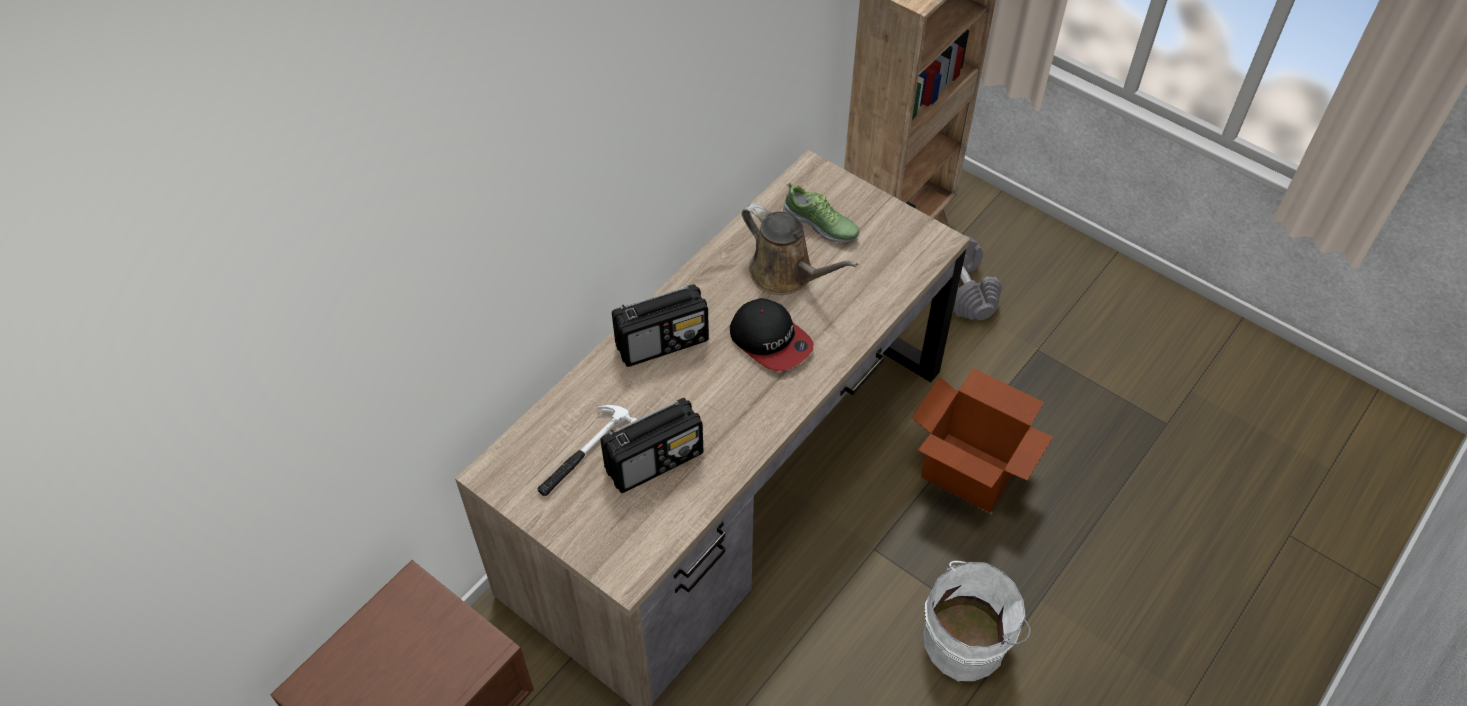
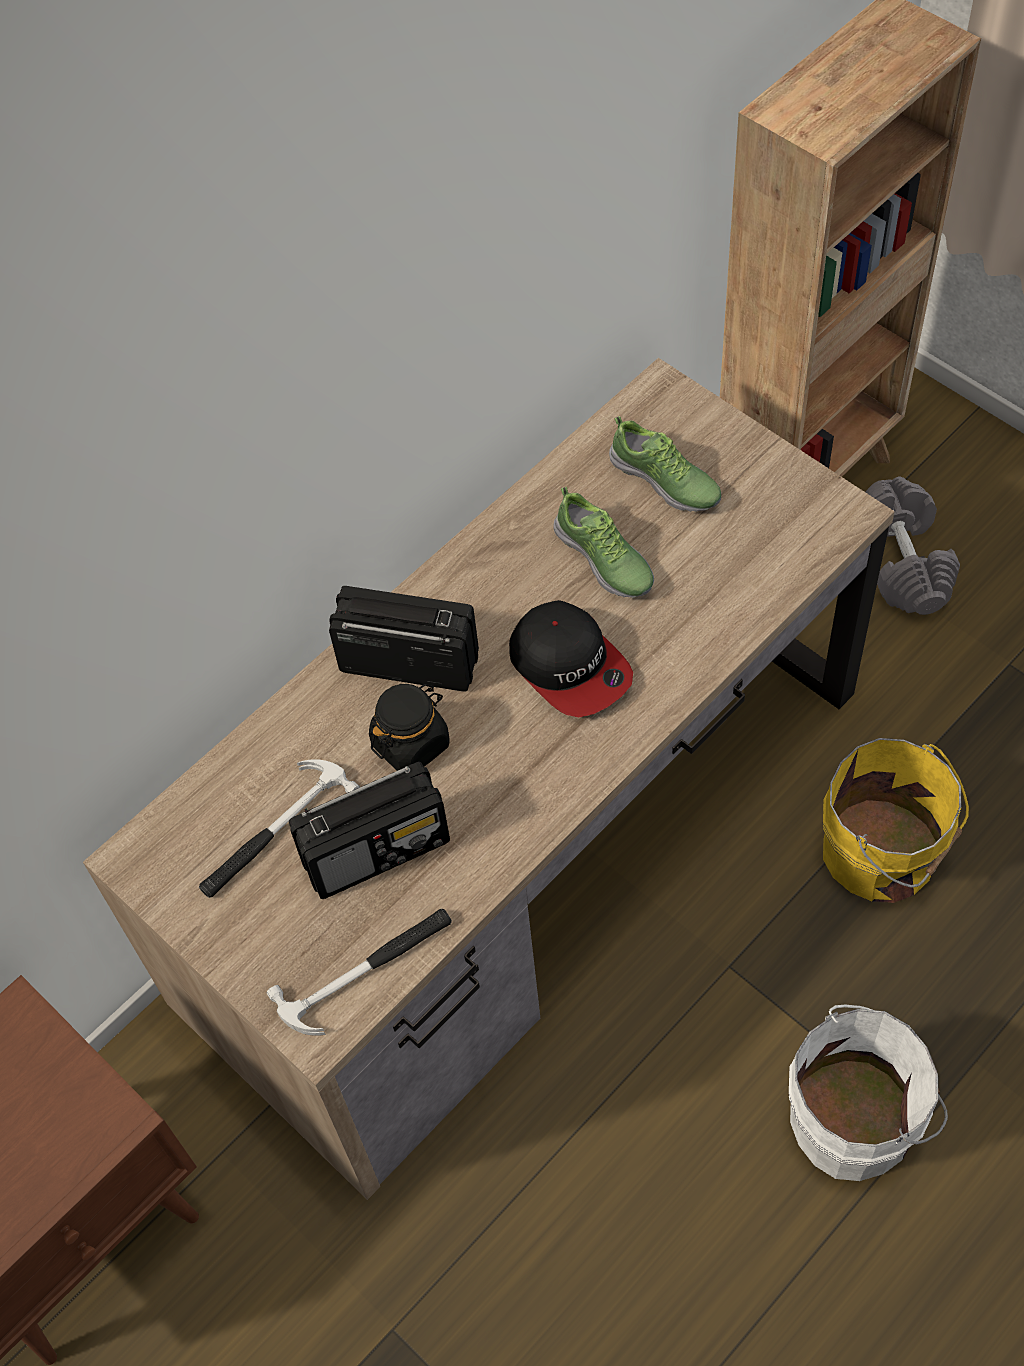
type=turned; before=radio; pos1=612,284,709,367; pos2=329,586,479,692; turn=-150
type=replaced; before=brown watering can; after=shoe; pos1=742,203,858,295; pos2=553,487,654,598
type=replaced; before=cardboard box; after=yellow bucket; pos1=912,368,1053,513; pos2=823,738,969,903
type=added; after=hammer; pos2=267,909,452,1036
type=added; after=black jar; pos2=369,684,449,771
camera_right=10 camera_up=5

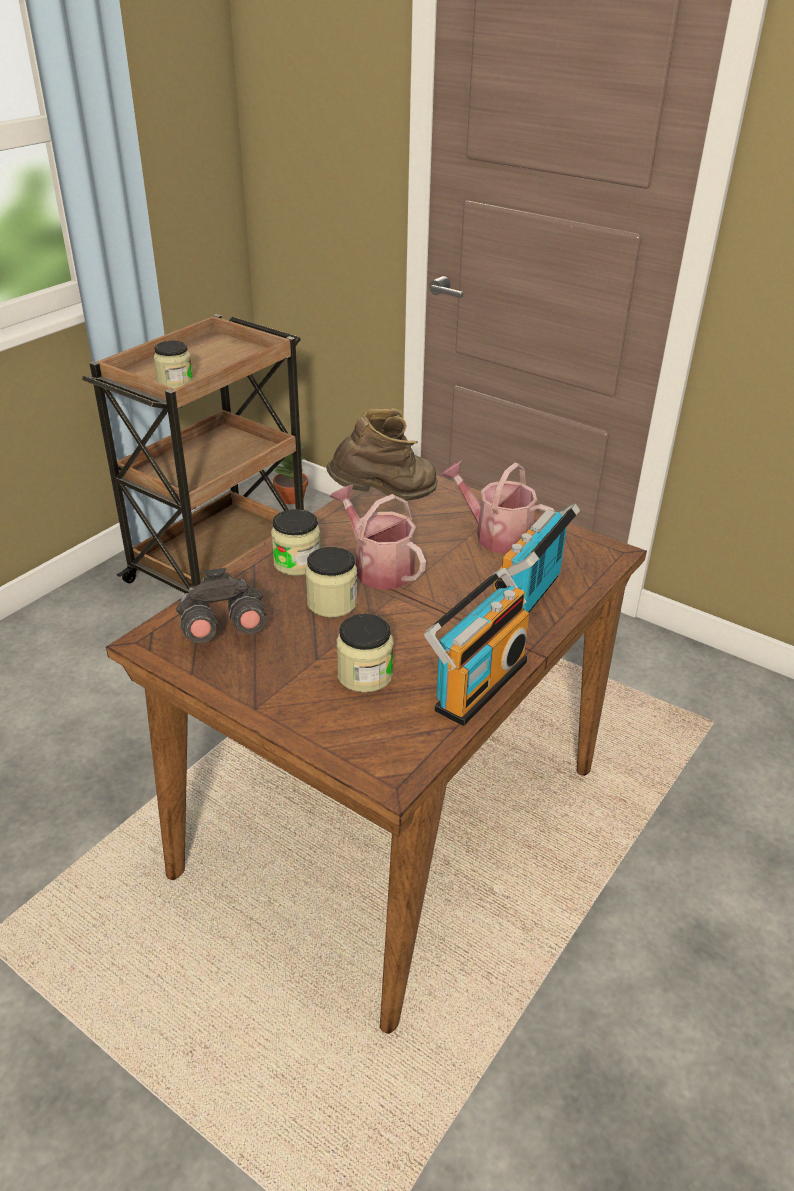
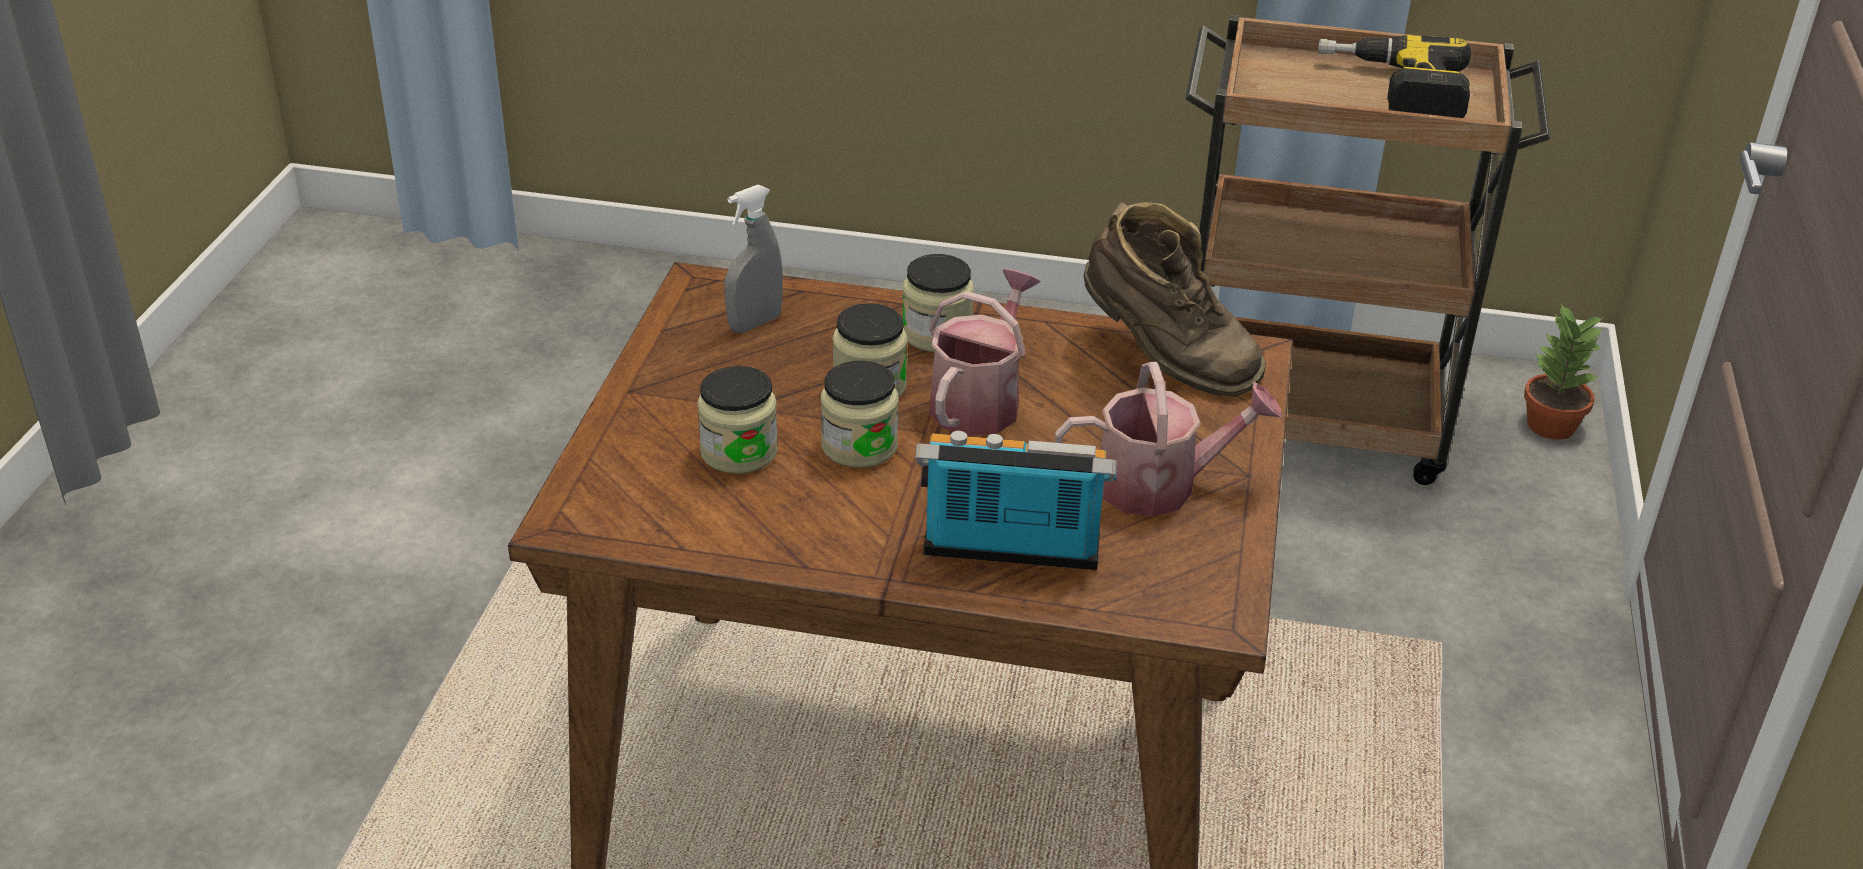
type=moved; before=jar; pos1=154,341,193,389; pos2=821,361,898,468
type=replaced; before=grey binoculars; after=grey spray bottle; pos1=176,568,267,643; pos2=724,185,783,333
type=removed; before=radio; pos1=424,568,529,726
type=turned; before=watering can; pos1=440,461,554,554; pos2=1055,362,1282,517; turn=75
type=added; after=power drill; pos2=1318,35,1471,118
camera_right=65 camera_up=0

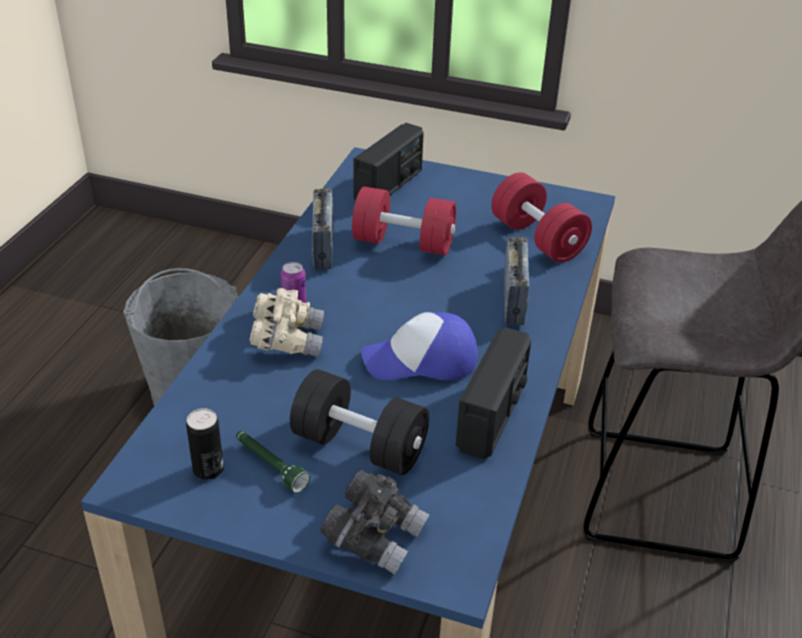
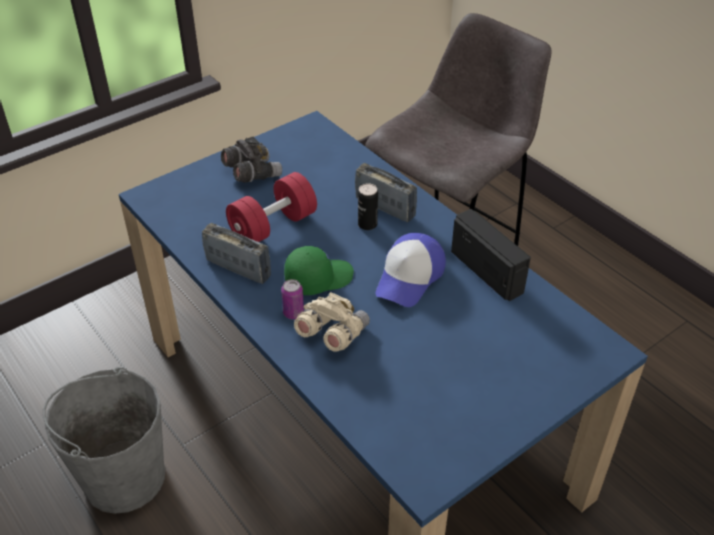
type=moved; before=can; pos1=186,408,224,480; pos2=358,183,378,230
type=removed; before=green flashlight; pos1=236,431,310,493
type=removed; before=black dumbbell; pos1=290,369,429,475
type=moved; before=grey binoculars; pos1=320,470,429,575; pos2=221,137,282,183
type=removed; before=radio; pos1=353,123,424,200
type=removed; before=red dumbbell; pos1=491,172,592,262
type=added; after=green cap; pos2=284,246,354,295
camera_right=-55 camera_up=5

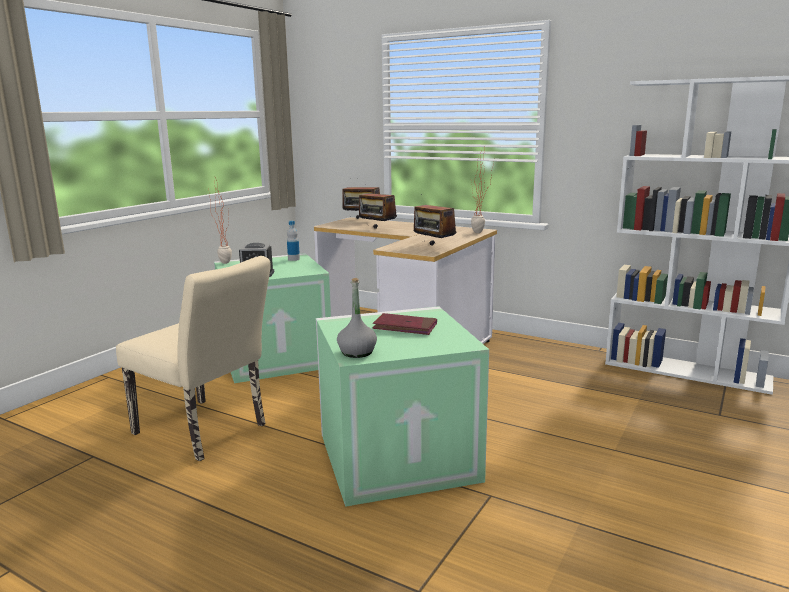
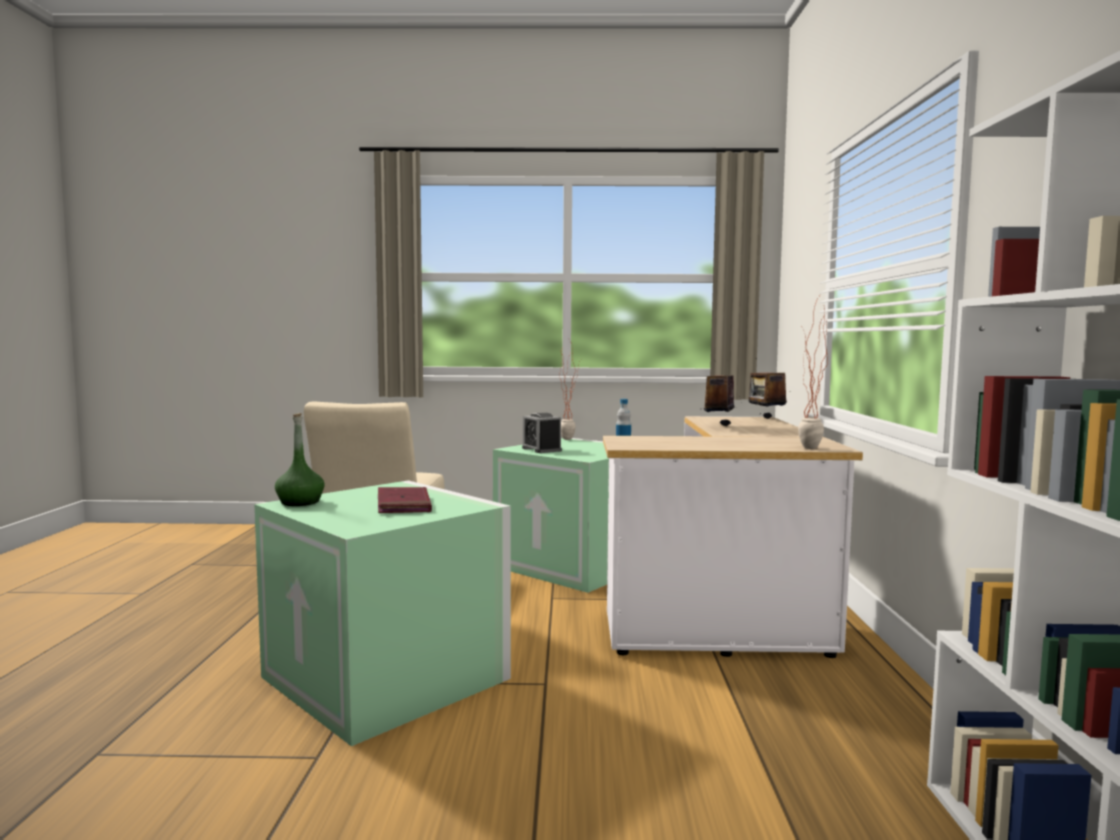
type=recoloured; before=grey bottle; after=green bottle; pos1=337,278,377,358; pos2=275,413,325,506
type=removed; before=radio; pos1=414,194,456,246
camera_right=60 camera_up=-10

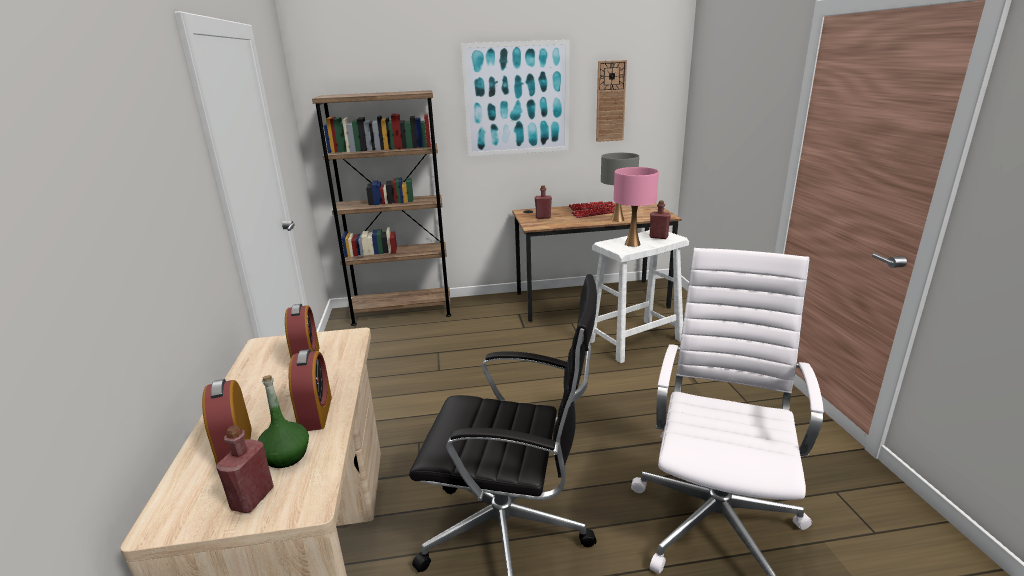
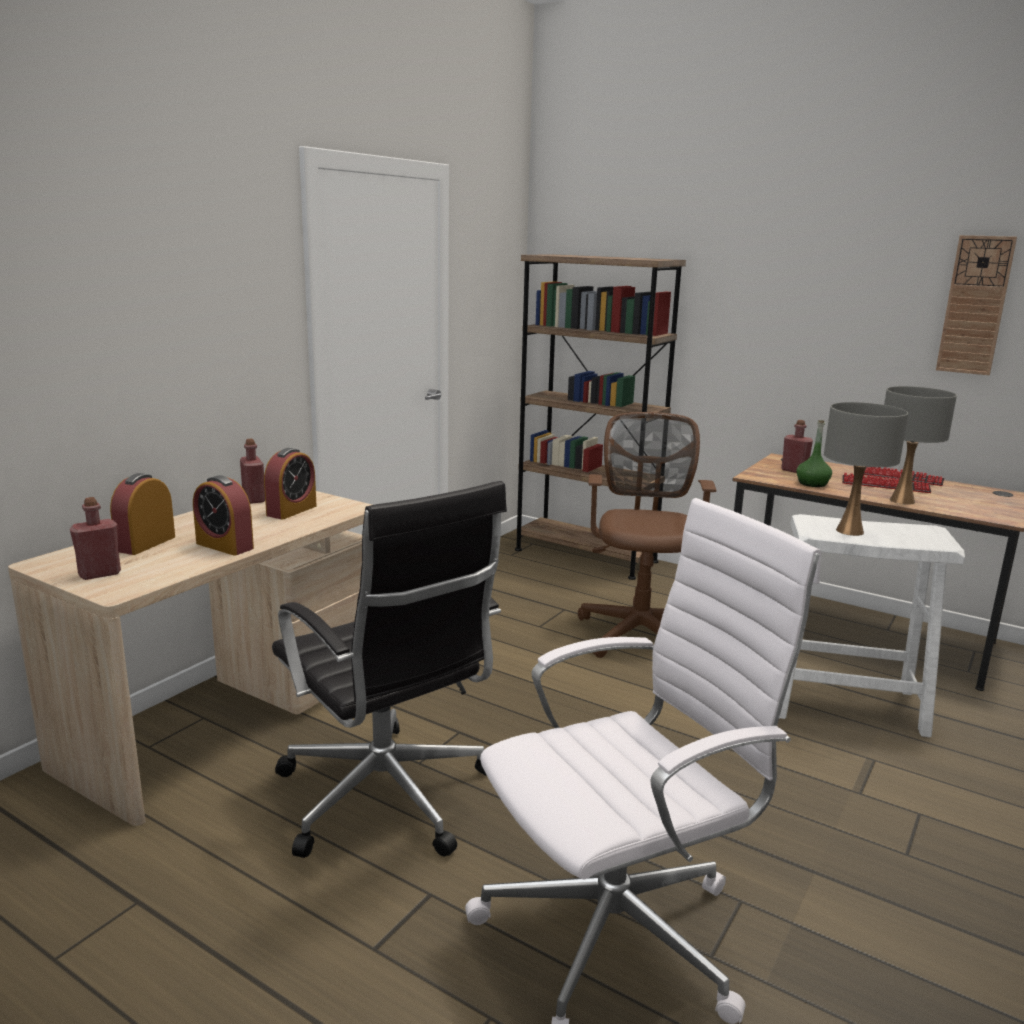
type=moved; before=green bottle; pos1=258,375,309,468; pos2=796,420,832,487
type=turned; before=alarm clock; pos1=289,349,332,431; pos2=193,475,254,556; turn=90
type=removed; before=picture; pos1=461,40,569,156
type=recoloured; before=pink table lamp; after=grey table lamp; pos1=614,167,659,247; pos2=824,402,908,536
type=moved; before=red bottle; pos1=650,201,671,239; pos2=240,439,265,504
type=added; after=brown office chair; pos2=578,412,717,658
camera_right=40 camera_up=-5

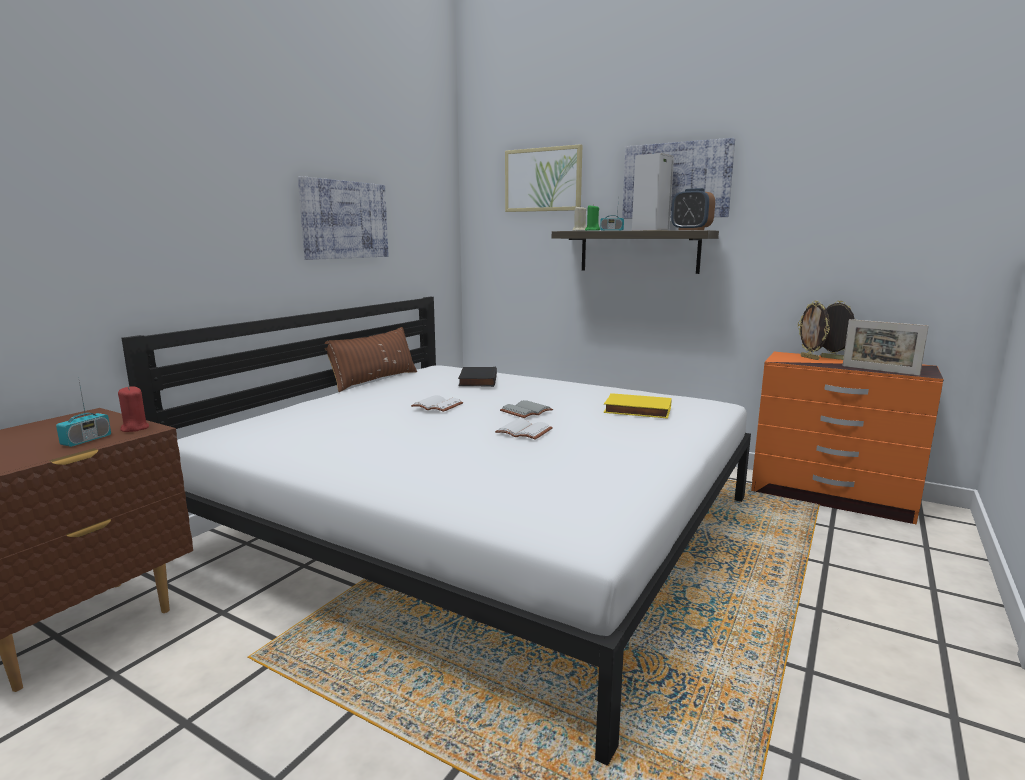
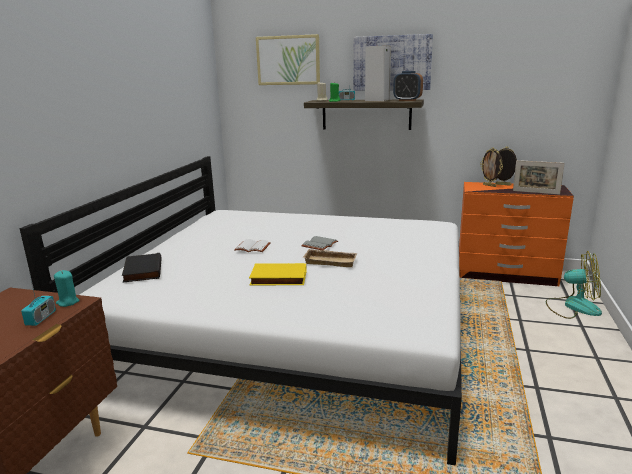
type=recoloured; before=red candle; after=turquoise candle; pos1=118,386,149,432; pos2=54,270,80,307
type=removed; before=picture; pos1=298,176,389,260
type=removed; before=brown pillow; pos1=325,327,417,392
type=moved; before=black book; pos1=458,367,497,387; pos2=122,253,161,283
type=replaced; before=white book; after=beige tray; pos1=495,419,553,440; pos2=303,249,357,267
type=moved; before=yellow book; pos1=604,393,672,419; pos2=249,263,307,285
type=added; after=fan; pos2=546,251,602,319
camera_right=-15 camera_up=5

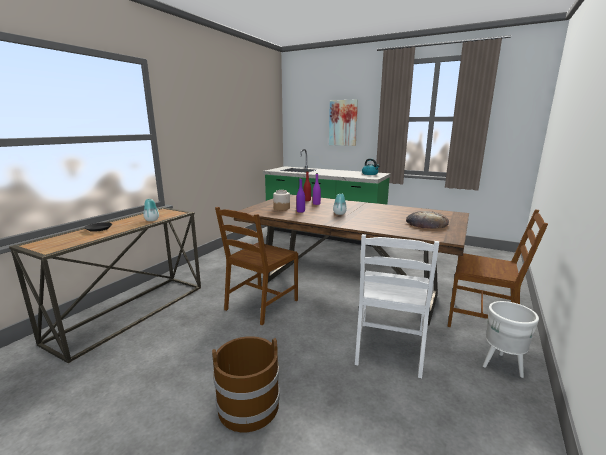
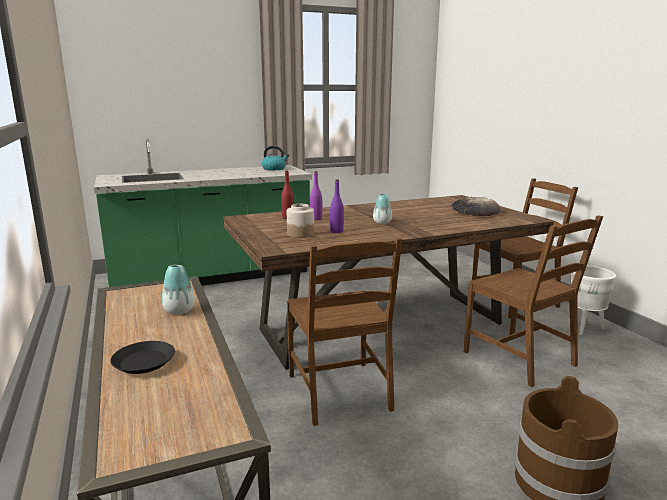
type=removed; before=picture; pos1=329,99,358,146
type=recoloured; before=white chair; after=brown chair; pos1=355,234,439,378; pos2=464,215,603,387
camera_right=-50 camera_up=0

